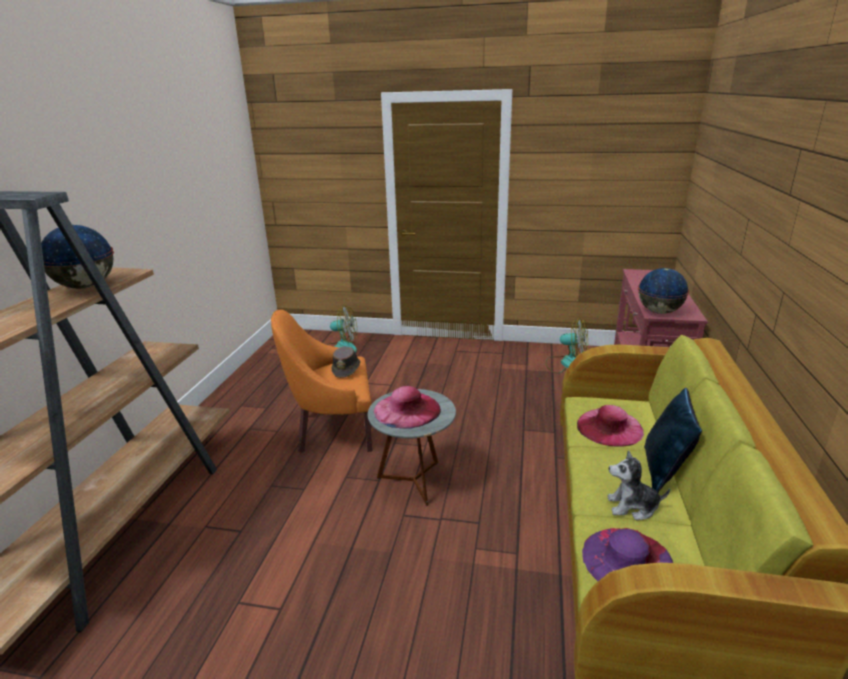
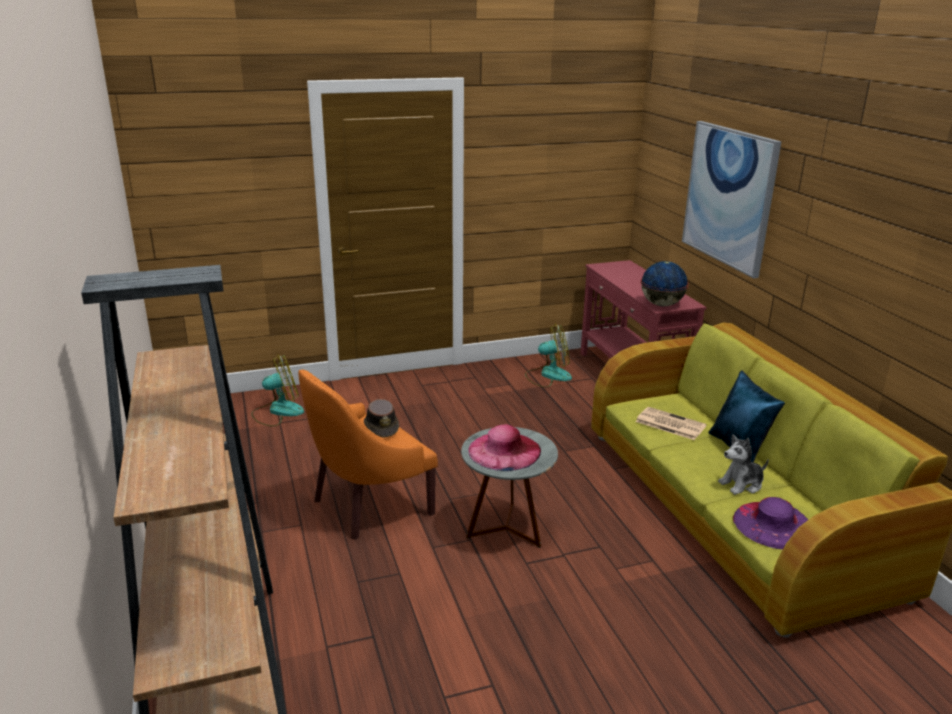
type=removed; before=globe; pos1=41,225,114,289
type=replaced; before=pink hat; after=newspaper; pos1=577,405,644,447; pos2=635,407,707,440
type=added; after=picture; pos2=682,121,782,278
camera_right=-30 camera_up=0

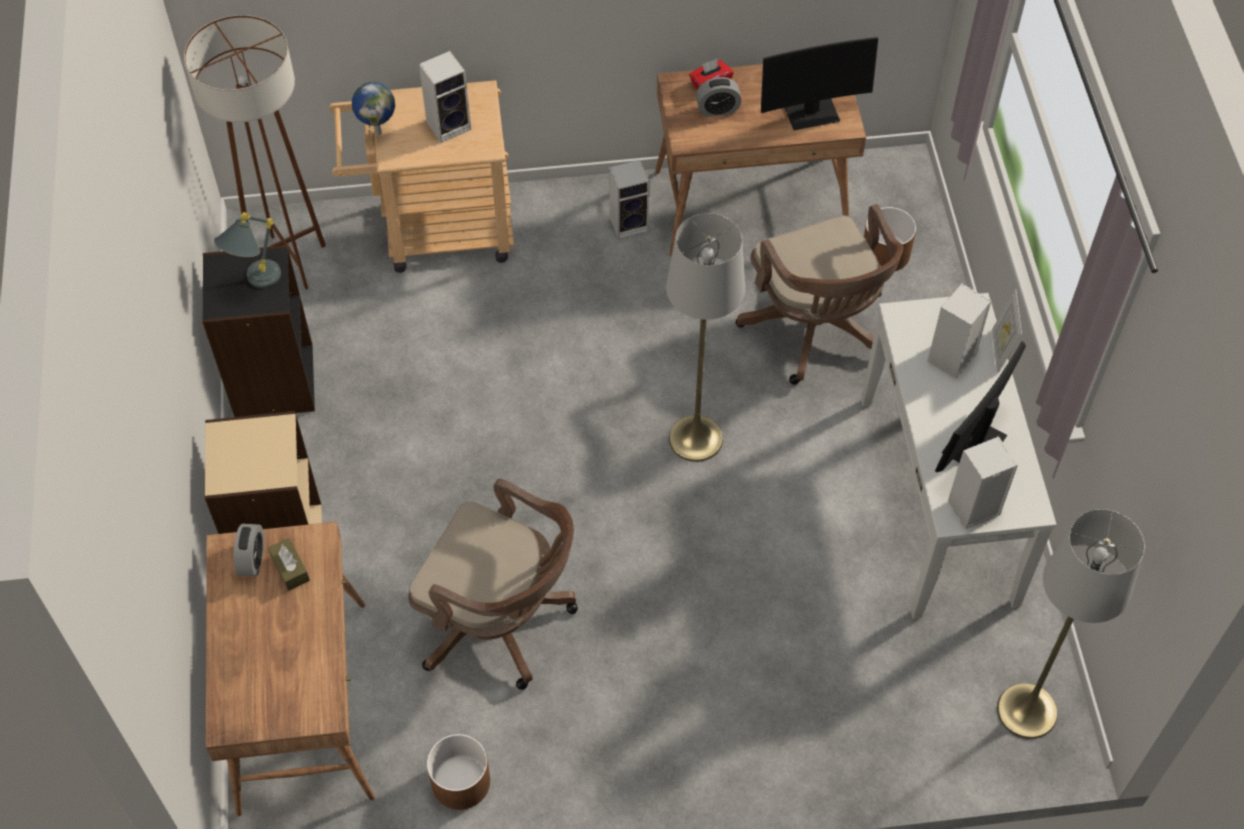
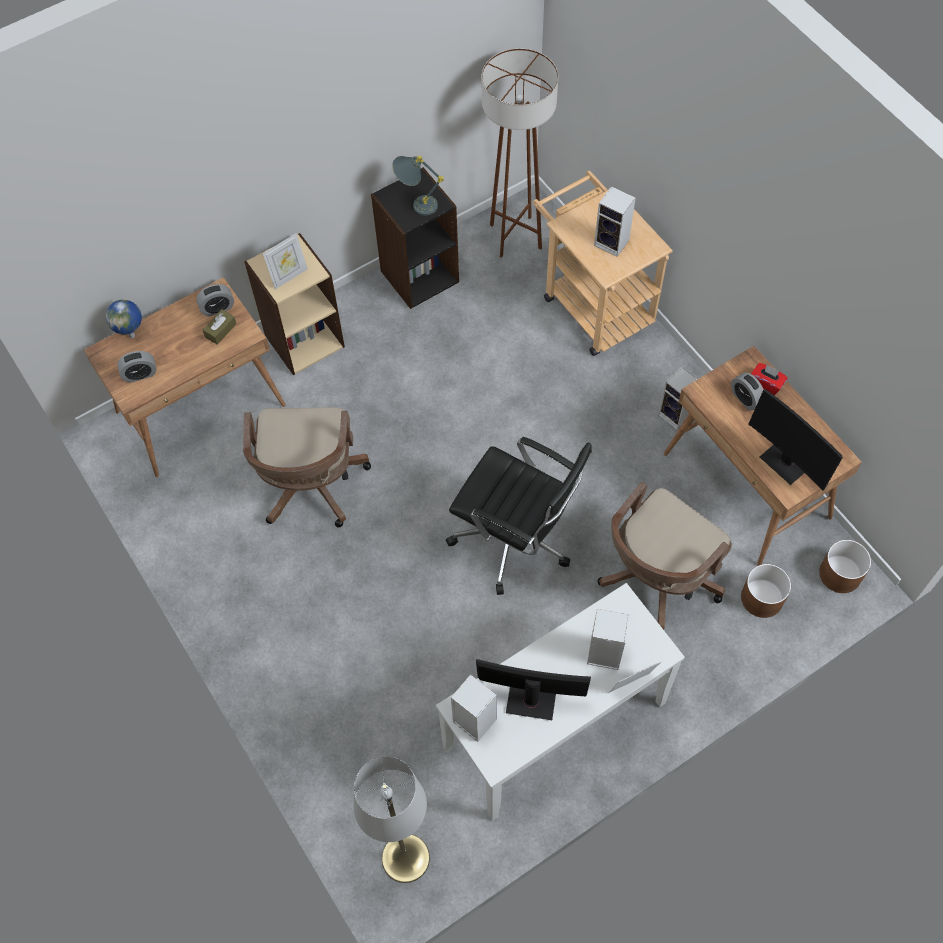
type=moved; before=globe; pos1=352,82,395,135; pos2=106,300,142,338
type=moved; before=brown planter; pos1=427,734,490,810; pos2=819,540,871,593
type=replaced; before=grey floor lamp; after=black office chair; pos1=666,213,745,462; pos2=446,437,592,595
type=added; after=alarm clock; pos2=117,351,157,383
type=added; after=picture frame; pos2=263,233,308,289
camera_right=65 camera_up=5

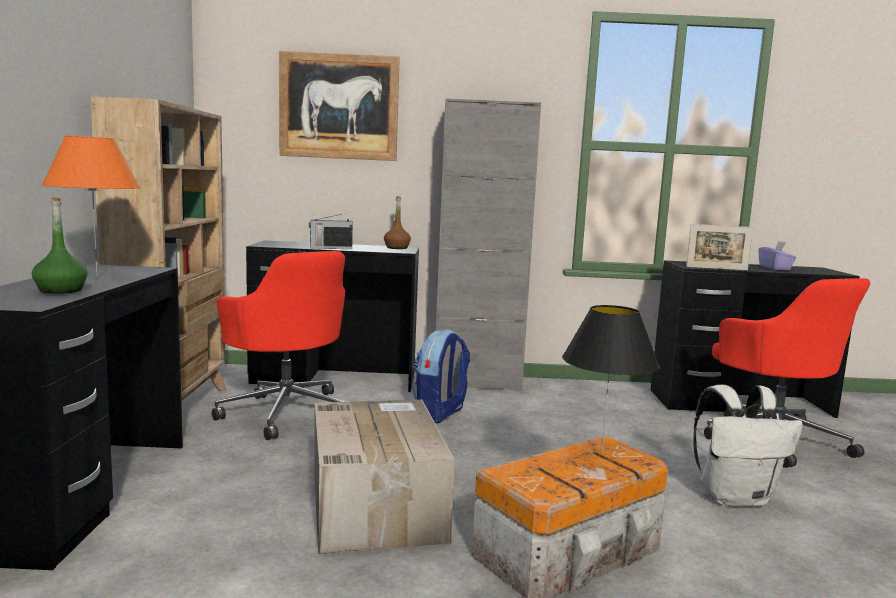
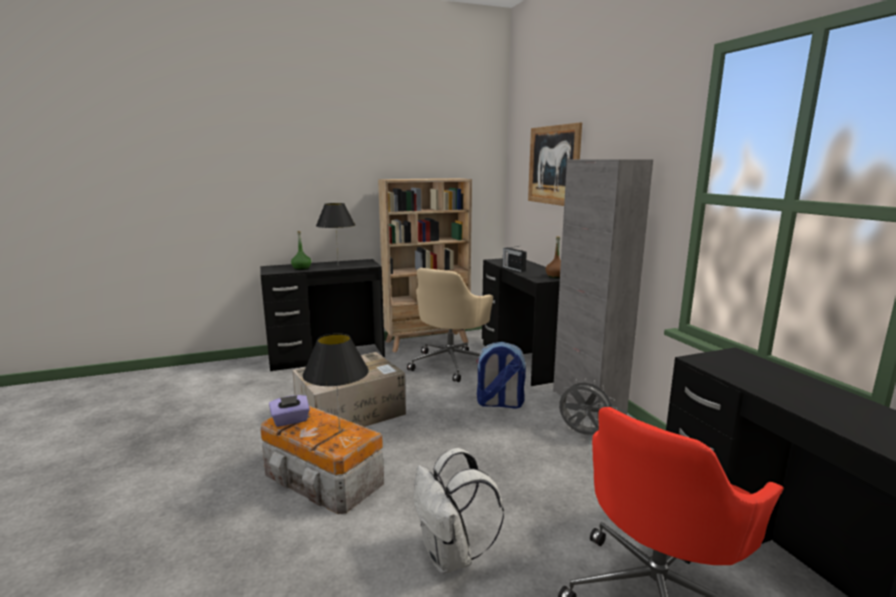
type=recoloured; before=orange table lamp; after=black table lamp; pos1=42,136,140,277; pos2=316,203,355,259
type=recoloured; before=red office chair; after=beige office chair; pos1=212,251,345,440; pos2=407,268,493,382
type=removed; before=picture frame; pos1=686,224,753,270
type=moved; before=purple tissue box; pos1=758,242,796,270; pos2=269,395,310,427
type=added; after=grey fan; pos2=559,378,617,435
camera_right=70 camera_up=5

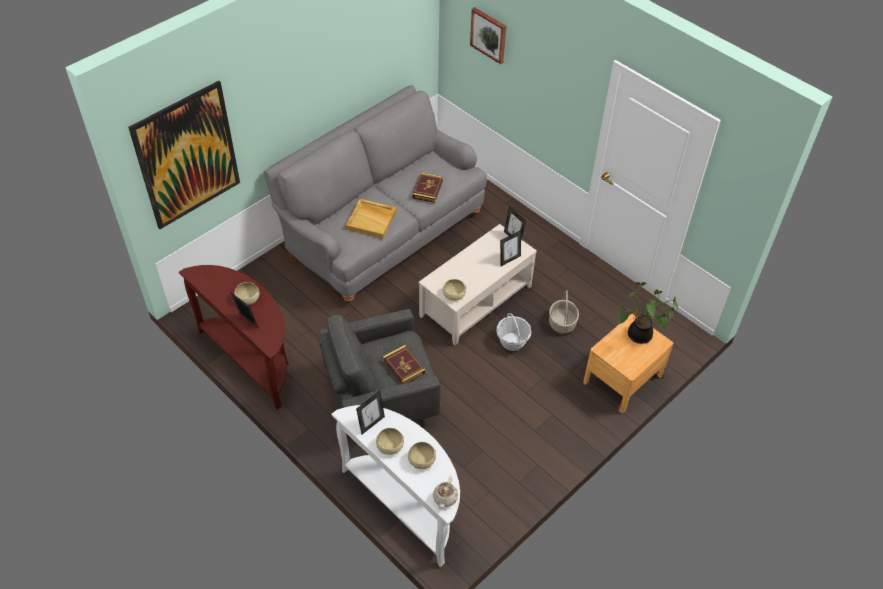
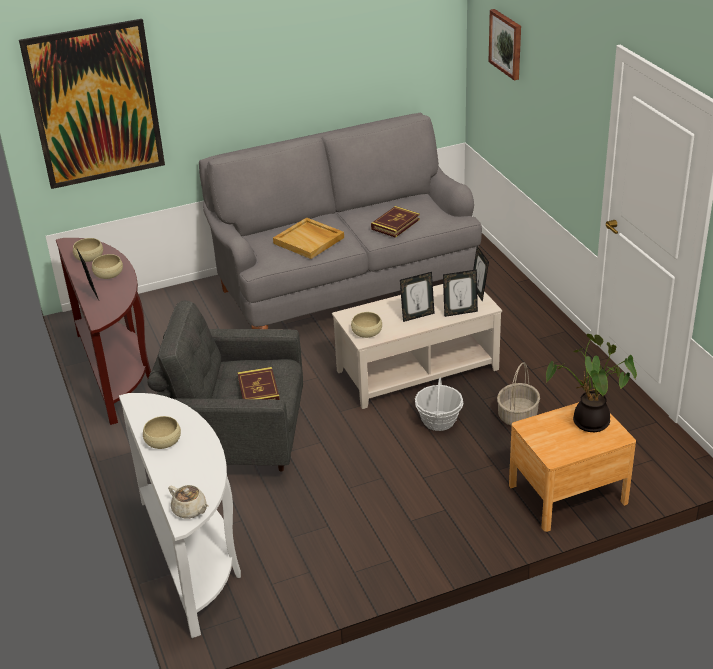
type=moved; before=picture frame; pos1=356,391,385,434; pos2=400,272,435,322
type=moved; before=beige bowl; pos1=408,442,436,469; pos2=73,238,103,262
type=turned; before=beige teapot; pos1=433,476,458,509; pos2=168,485,209,519; turn=-90
camera_right=25 camera_up=-15

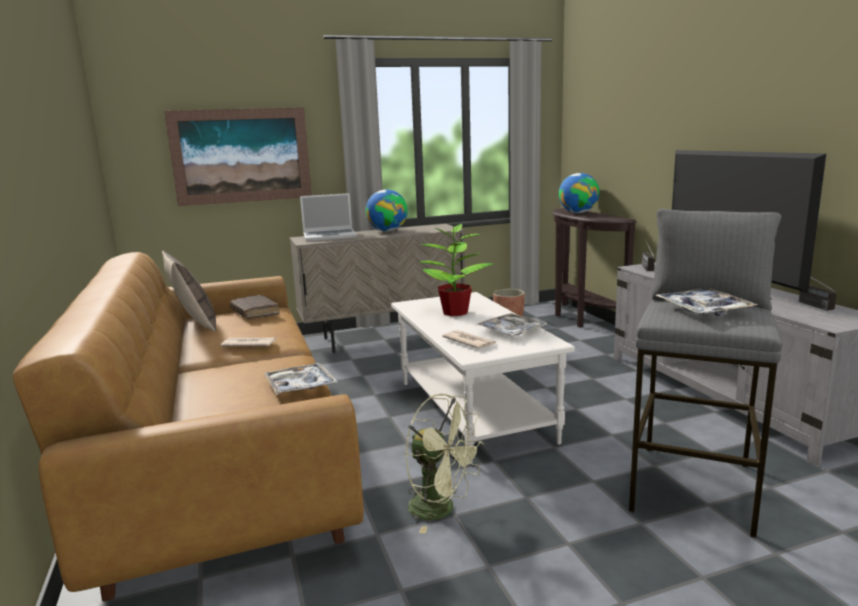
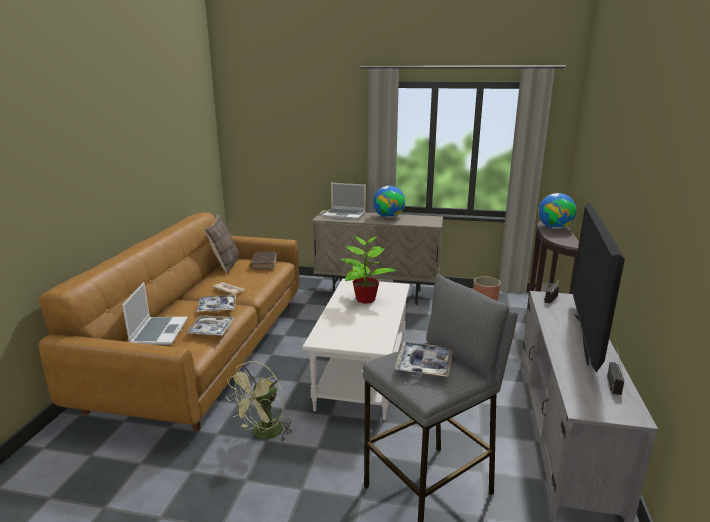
type=removed; before=picture; pos1=164,107,312,206
type=turned; before=green fan; pos1=405,394,484,533; pos2=226,361,292,442; turn=60
type=removed; before=newspaper; pos1=442,330,496,349
type=moved; before=tray; pos1=476,313,547,336; pos2=196,295,236,312
type=added; after=laptop; pos2=122,282,188,345
camera_right=30 camera_up=5

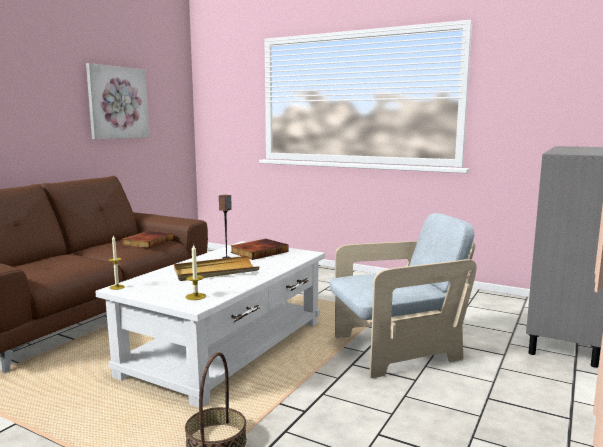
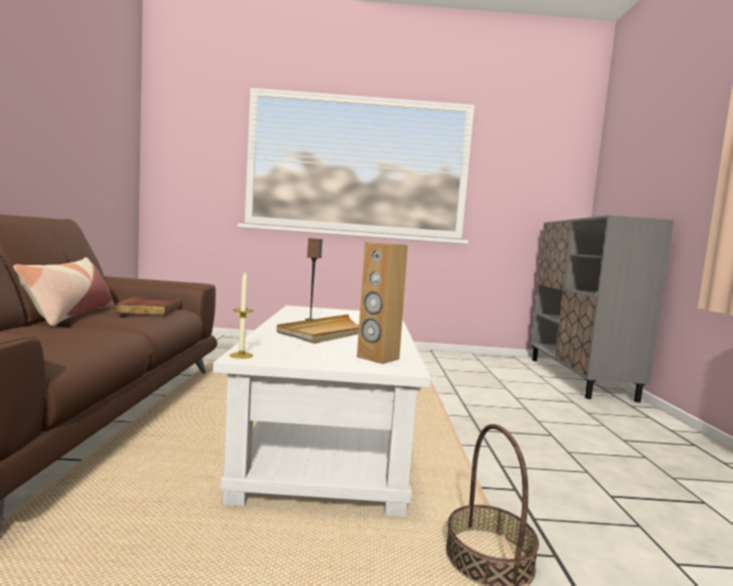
type=removed; before=picture; pos1=86,63,149,139
type=replaced; before=candle; after=brown speaker; pos1=186,244,206,300; pos2=357,242,408,364
type=removed; before=book; pos1=231,239,288,260
type=removed; before=beige armchair; pos1=330,213,477,378
type=added; after=pillow; pos2=13,257,115,326
camera_right=-30 camera_up=-5

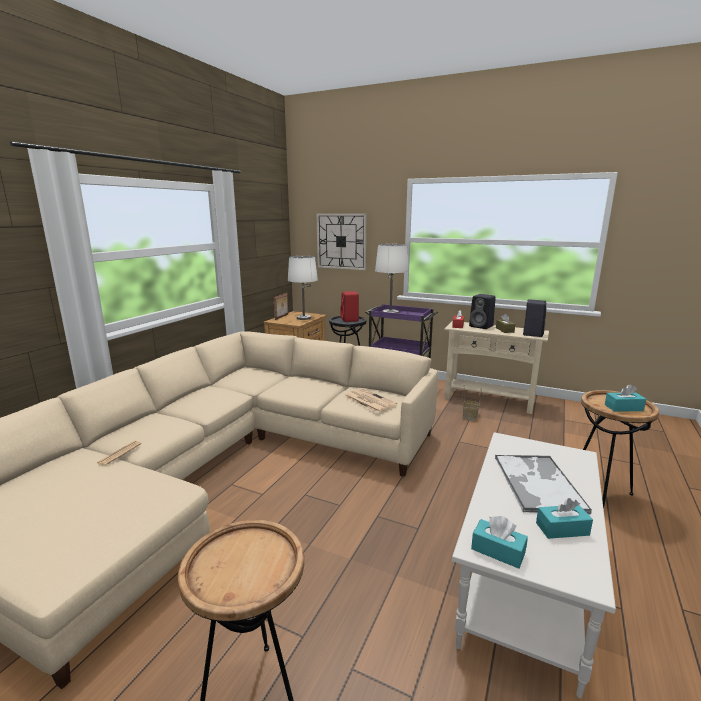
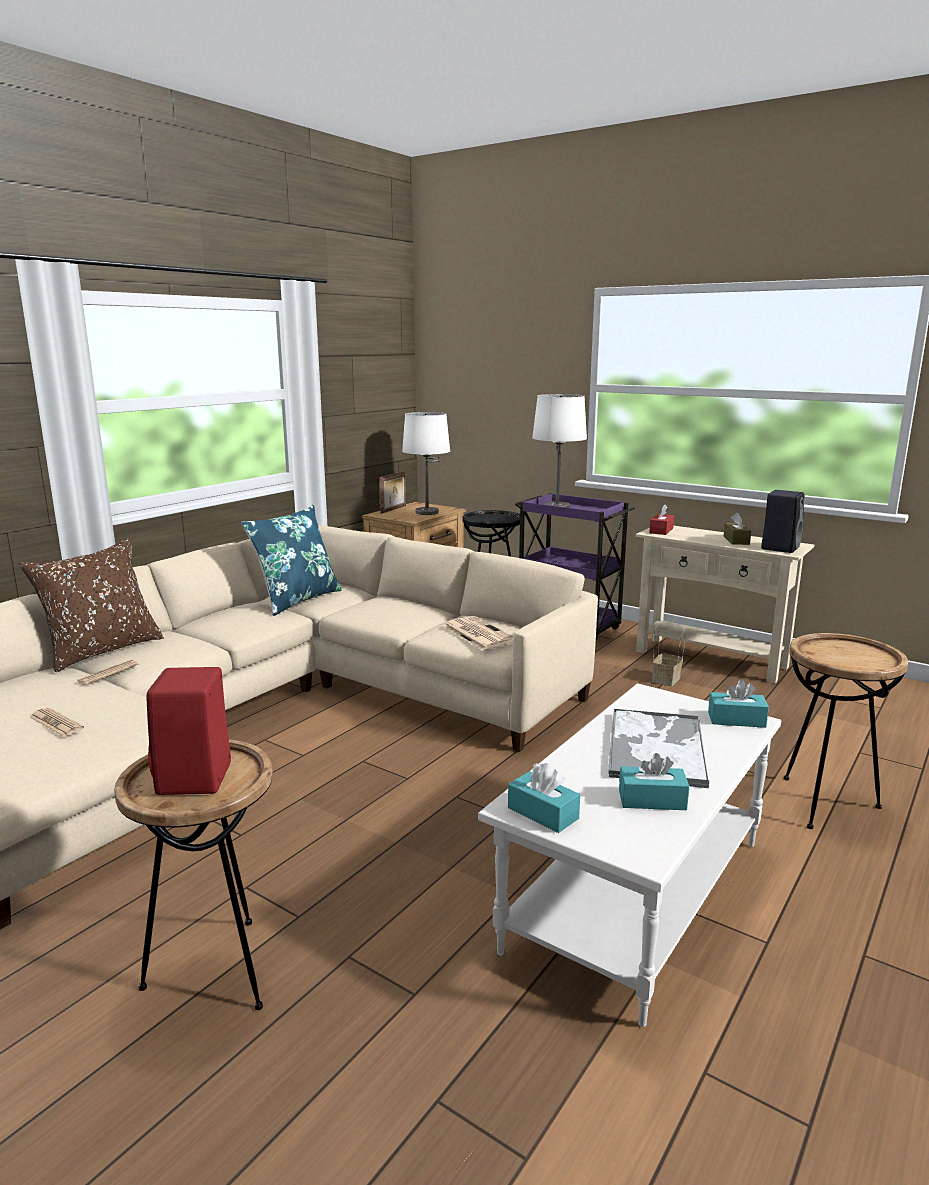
type=removed; before=wall clock; pos1=317,214,366,270
type=moved; before=red speaker; pos1=340,291,359,322; pos2=146,667,231,795
type=removed; before=black speaker; pos1=469,294,496,329
type=moved; before=turquoise tissue box; pos1=605,384,646,412; pos2=708,680,769,728
type=added; after=brown pillow; pos2=19,538,164,672
type=added; after=newspaper; pos2=30,708,84,736
type=added; after=blue pillow; pos2=241,505,342,616
camera_right=10 camera_up=0

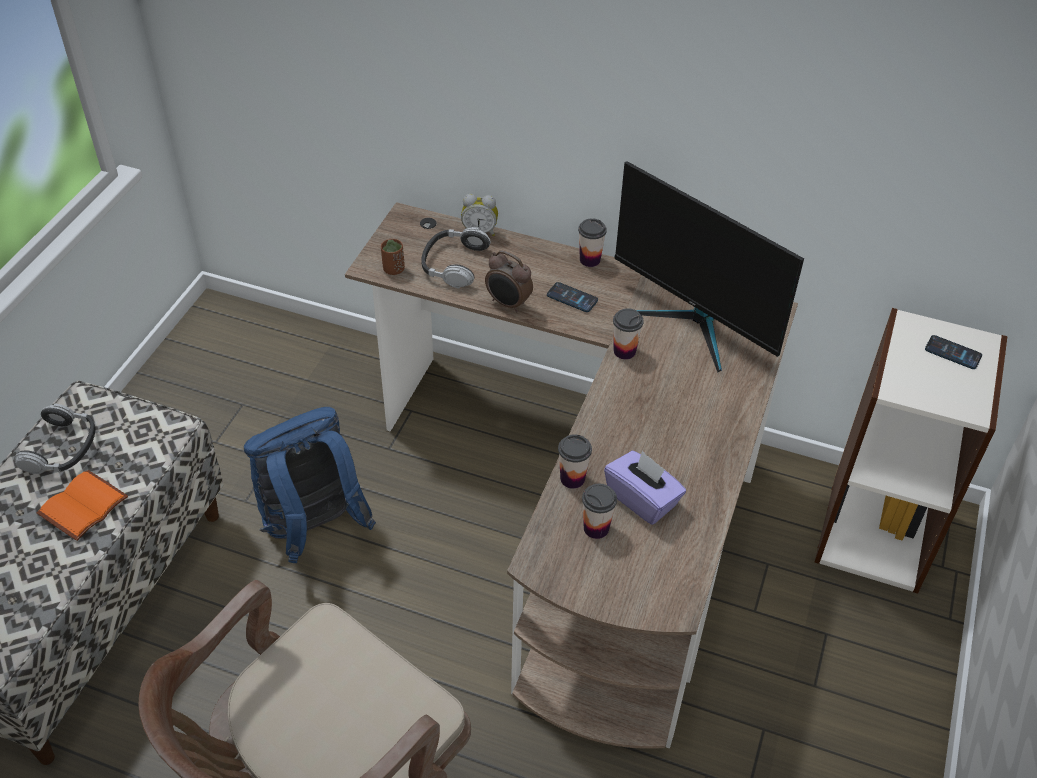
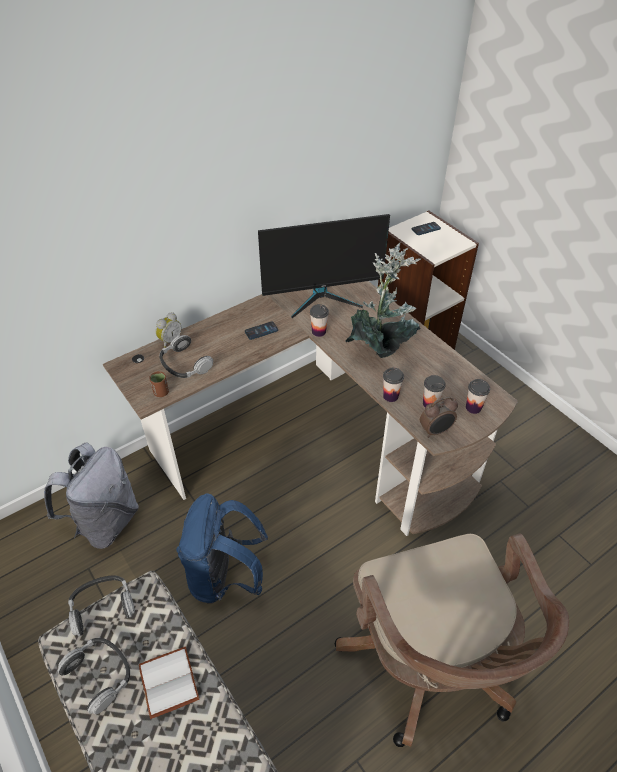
type=recoloured; before=orange book; after=white book; pos1=36,470,128,541; pos2=139,647,200,719
type=moved; before=alarm clock; pos1=485,250,533,312; pos2=420,397,458,438
type=moved; before=cup; pos1=578,218,607,267; pos2=466,379,490,414
type=removed; before=purple tissue box; pos1=604,451,686,525
type=added; after=grey backpack; pos2=44,443,139,549
type=added; after=headphones; pos2=68,575,135,636
type=added; after=potted plant; pos2=346,243,421,358
camera_right=-55 camera_up=0

